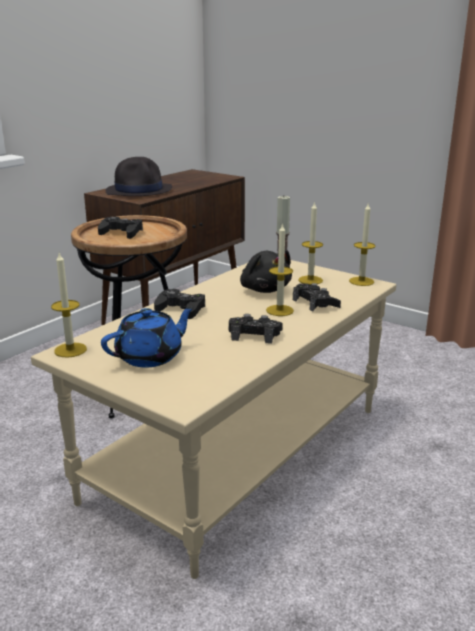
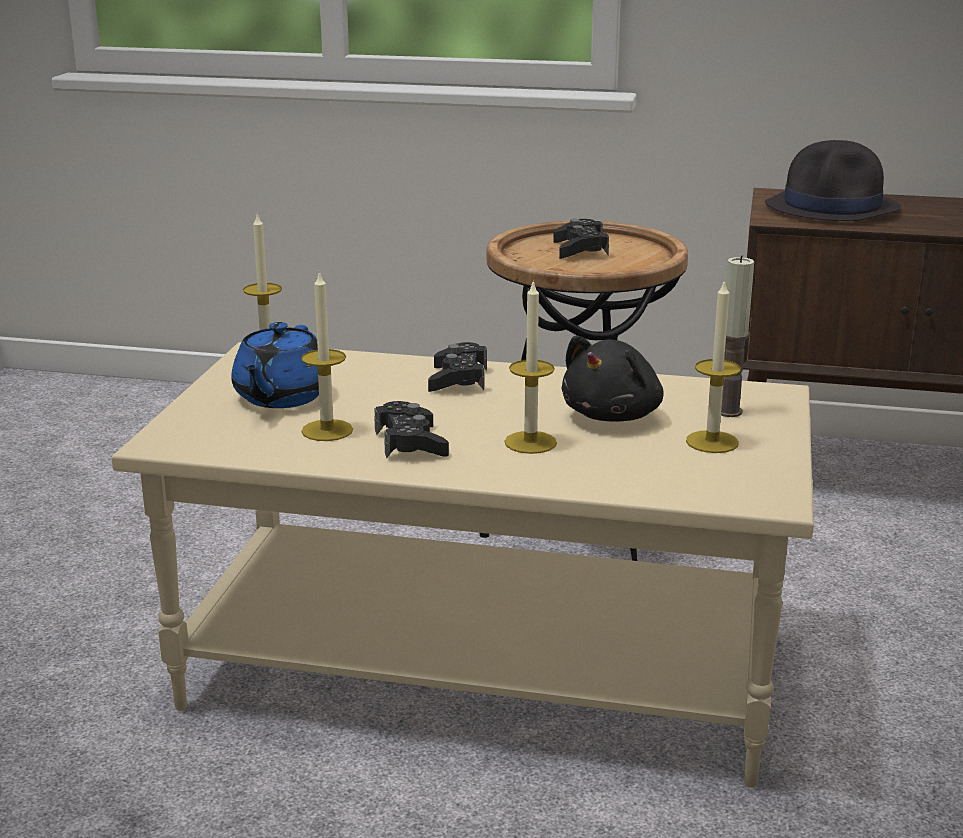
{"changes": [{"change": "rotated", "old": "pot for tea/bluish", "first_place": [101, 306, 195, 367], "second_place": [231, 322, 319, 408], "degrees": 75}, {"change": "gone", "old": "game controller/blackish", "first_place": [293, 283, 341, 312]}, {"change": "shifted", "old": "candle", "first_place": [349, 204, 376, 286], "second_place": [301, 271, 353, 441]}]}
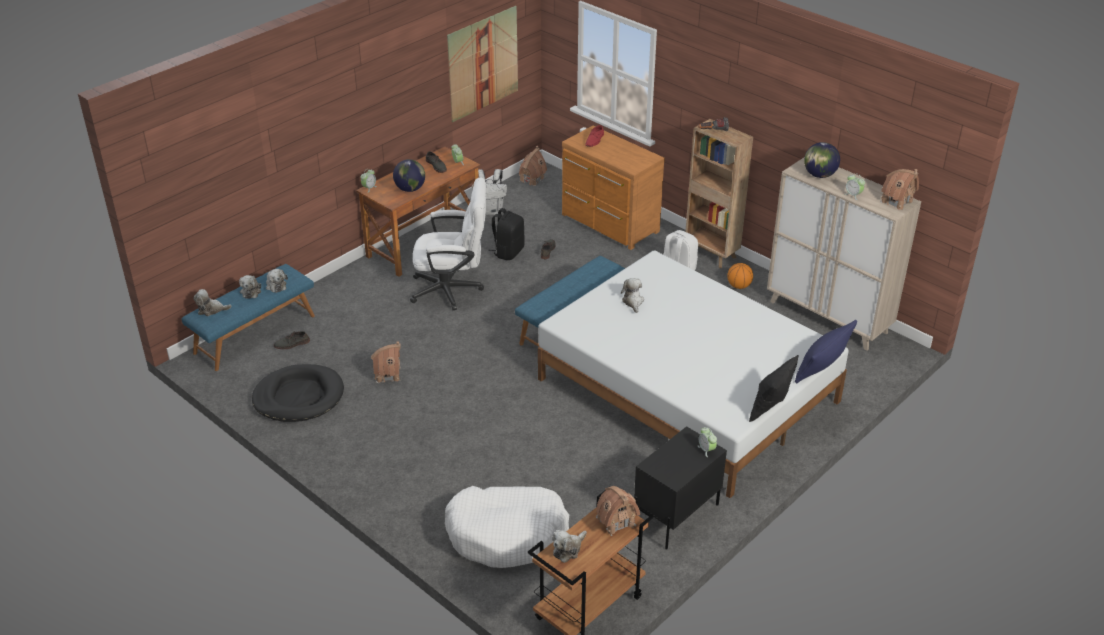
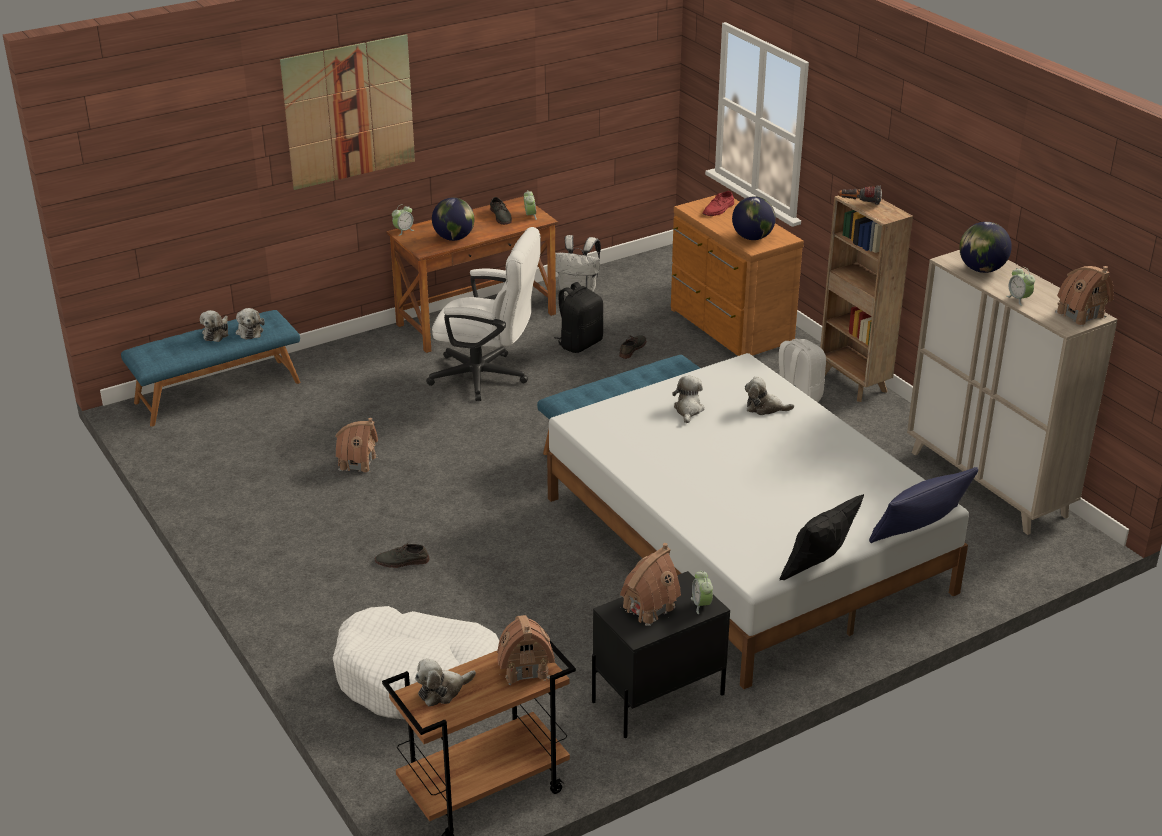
{"changes": [{"change": "shifted", "old": "plush toy", "first_place": [193, 289, 232, 316], "second_place": [745, 377, 794, 415]}, {"change": "gone", "old": "dog cushion/blackish", "first_place": [252, 364, 344, 422]}, {"change": "shifted", "old": "item of footwear/grey", "first_place": [273, 331, 310, 349], "second_place": [375, 542, 430, 568]}, {"change": "shifted", "old": "wall picture", "first_place": [447, 6, 518, 122], "second_place": [280, 34, 415, 190]}, {"change": "shifted", "old": "model house", "first_place": [519, 146, 547, 186], "second_place": [620, 543, 681, 626]}, {"change": "gone", "old": "ball for basketball", "first_place": [727, 263, 753, 289]}, {"change": "new", "new": "globe", "second_place": [732, 196, 776, 240]}]}
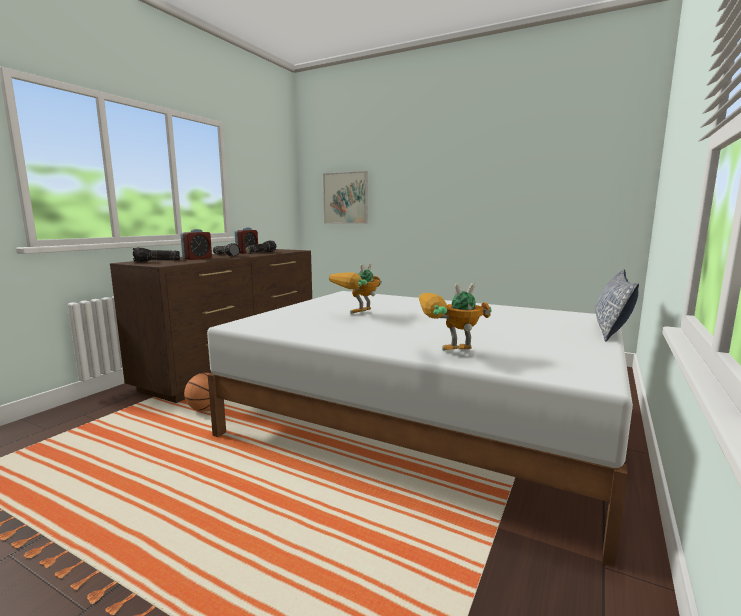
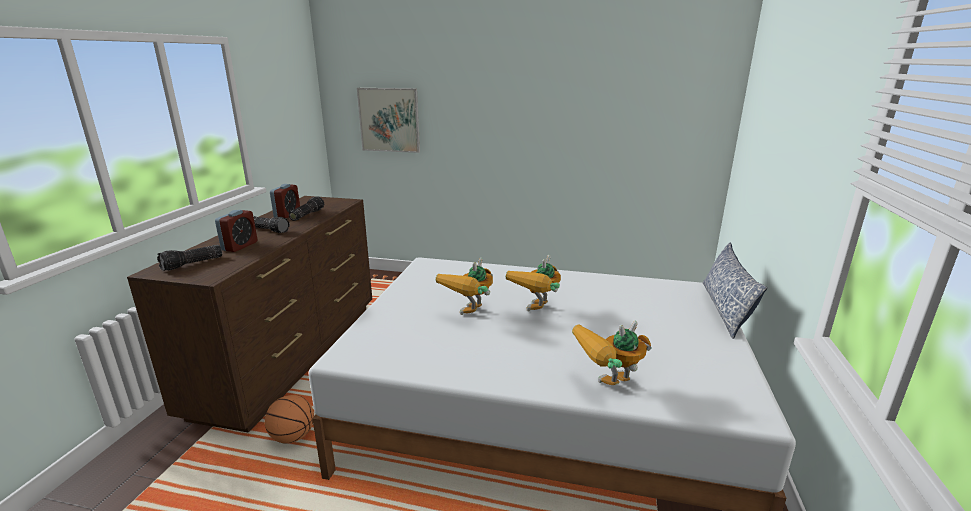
{"changes": [{"change": "new", "new": "robot figure", "second_place": [506, 255, 561, 312]}]}
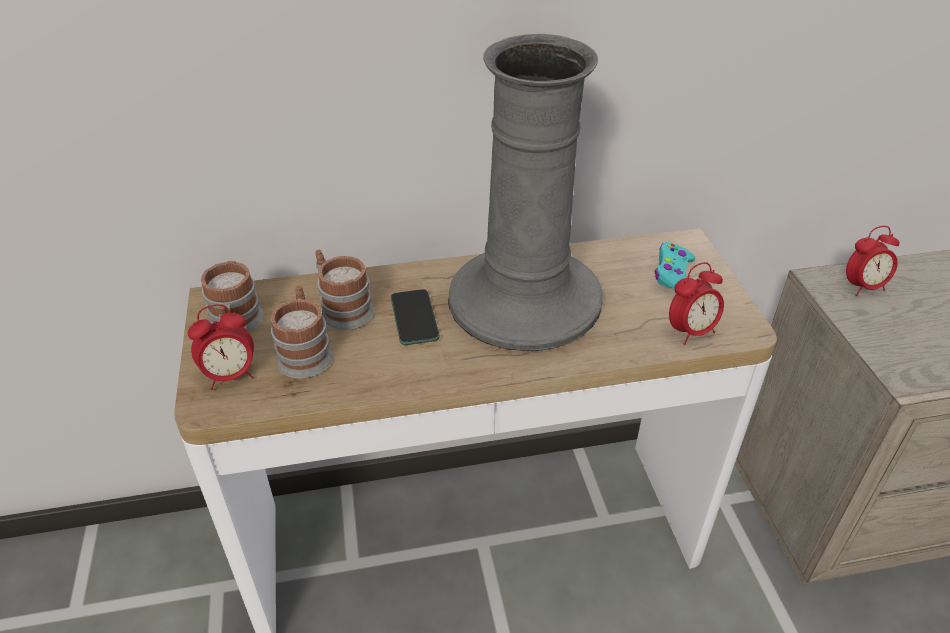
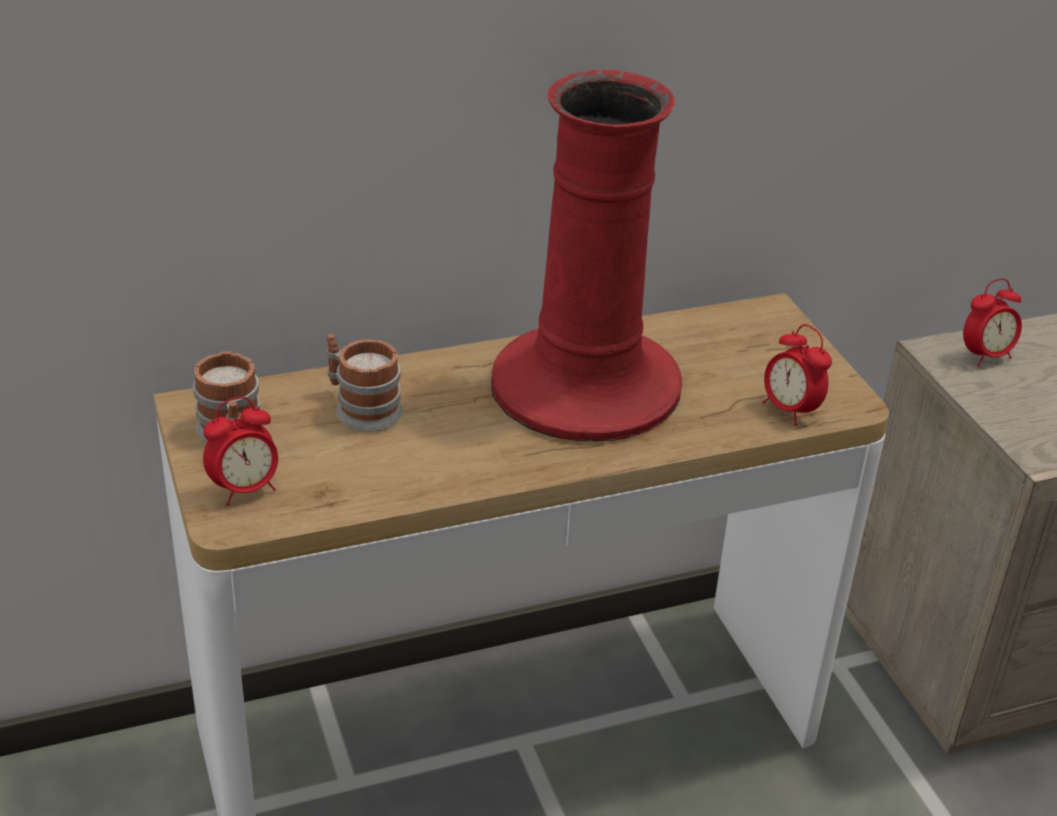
{"changes": [{"change": "gone", "old": "tea mug", "first_place": [271, 285, 333, 378]}, {"change": "gone", "old": "handset", "first_place": [391, 289, 440, 345]}, {"change": "repainted", "old": "flower vase/grey", "new": "flower vase/reddish", "first_place": [448, 34, 603, 351], "second_place": [491, 70, 682, 442]}, {"change": "gone", "old": "game controller/turquoise", "first_place": [655, 242, 696, 290]}, {"change": "rotated", "old": "alarm clock", "first_place": [669, 262, 724, 345], "second_place": [763, 324, 832, 426], "degrees": 90}]}
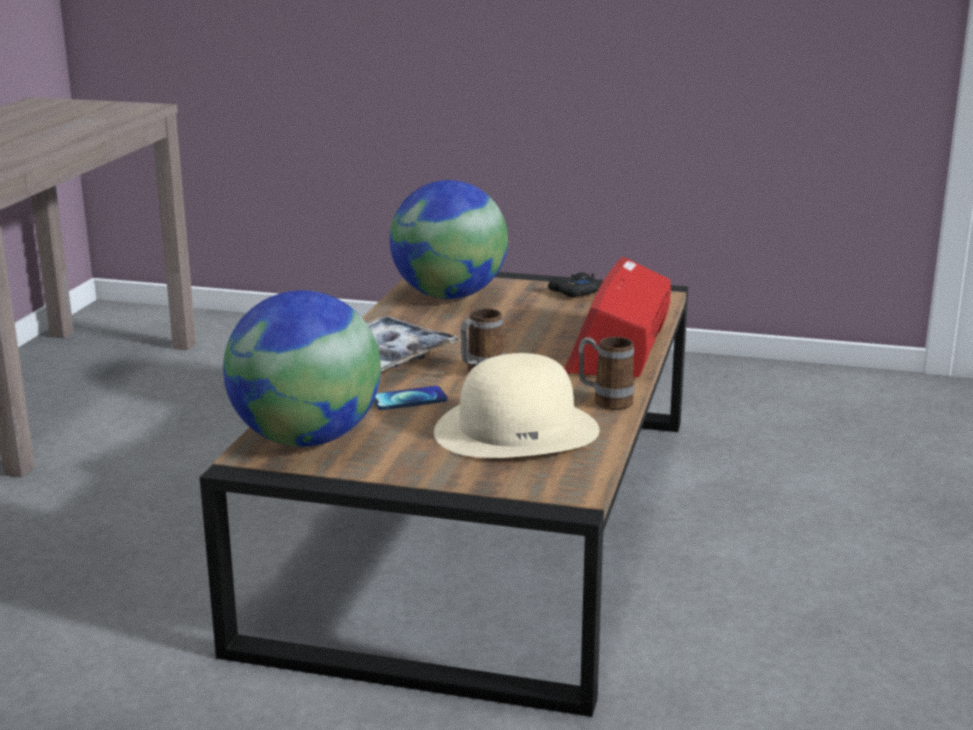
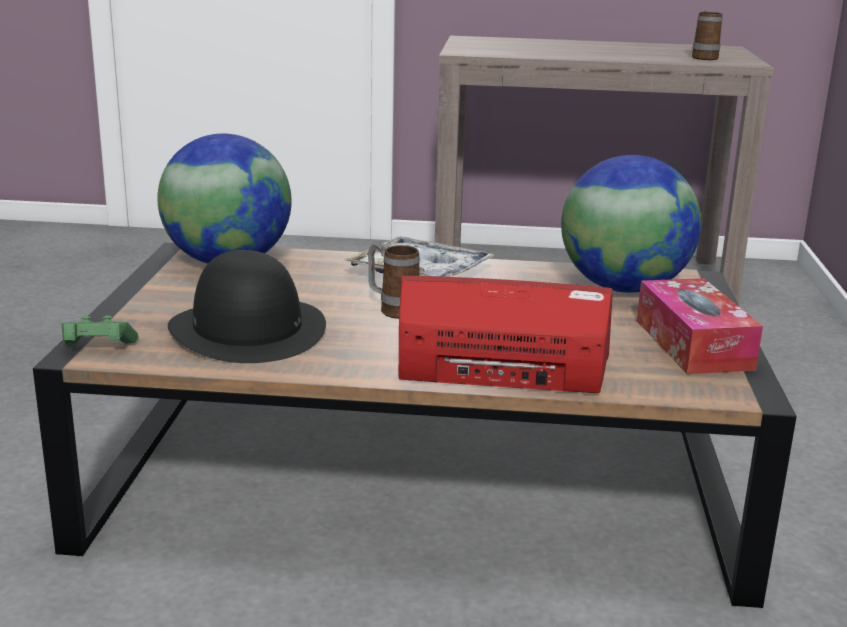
{"changes": [{"change": "gone", "old": "handset", "first_place": [374, 386, 448, 410]}, {"change": "repainted", "old": "hat/sand-coloured", "new": "hat/blackish", "first_place": [434, 353, 600, 458], "second_place": [168, 250, 326, 363]}, {"change": "swapped", "old": "game controller/blackish", "new": "tissue box", "first_place": [548, 272, 601, 297], "second_place": [637, 278, 763, 374]}, {"change": "shifted", "old": "tea mug", "first_place": [579, 337, 634, 410], "second_place": [692, 9, 722, 60]}, {"change": "new", "new": "game controller/greenish", "second_place": [61, 315, 138, 344]}]}
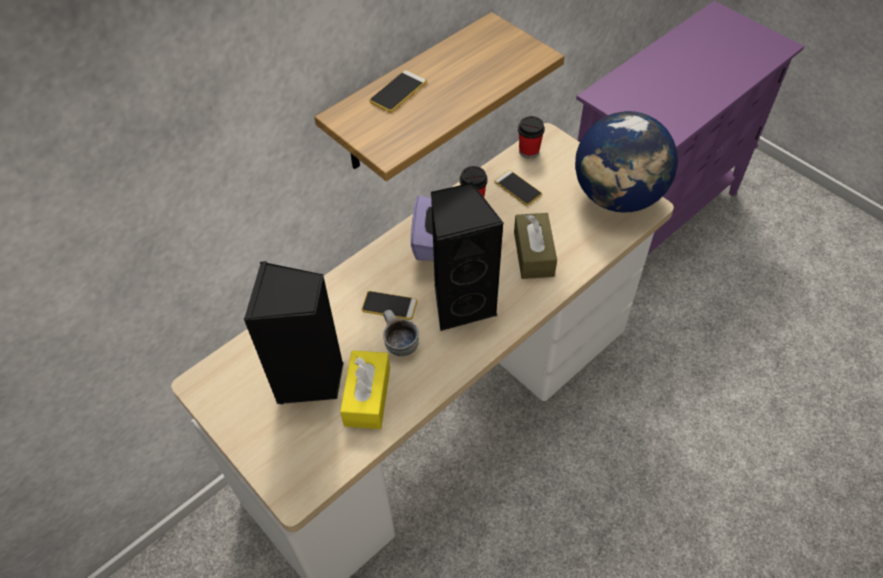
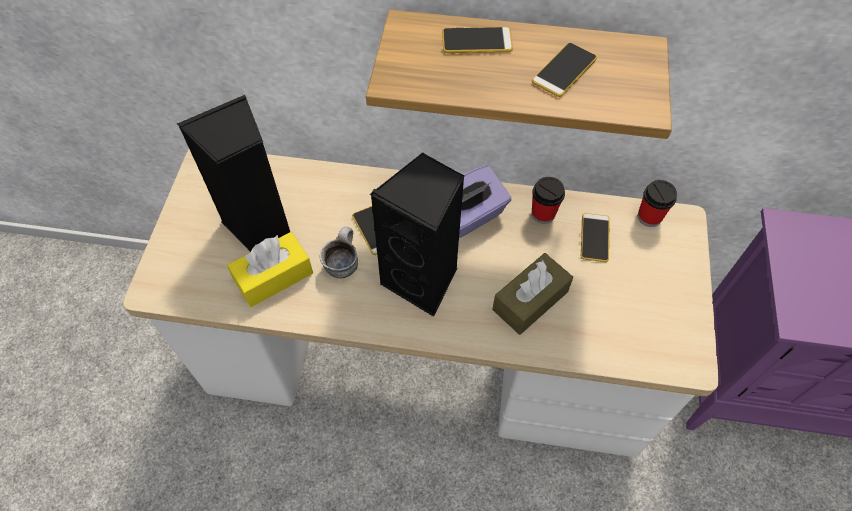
{"changes": [{"change": "gone", "old": "globe", "first_place": [575, 111, 678, 213]}, {"change": "new", "new": "handset", "second_place": [532, 43, 597, 97]}]}
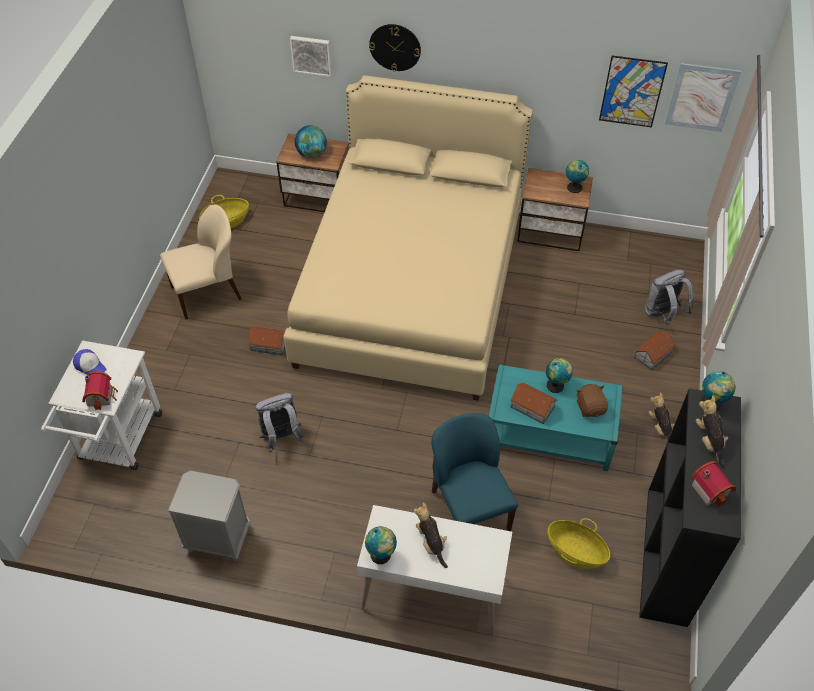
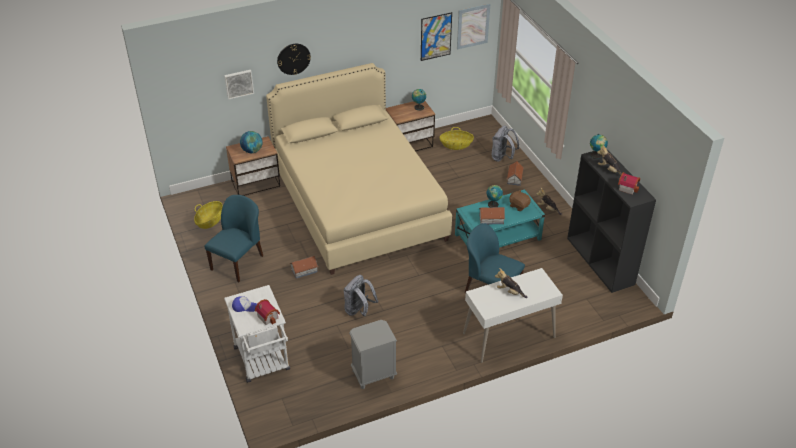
{"changes": [{"change": "repainted", "old": "upright chair/sand-coloured", "new": "upright chair/bluish", "first_place": [160, 204, 242, 320], "second_place": [204, 195, 263, 282]}, {"change": "gone", "old": "globe", "first_place": [365, 526, 397, 564]}, {"change": "shifted", "old": "household basket", "first_place": [547, 518, 610, 569], "second_place": [440, 127, 474, 150]}]}
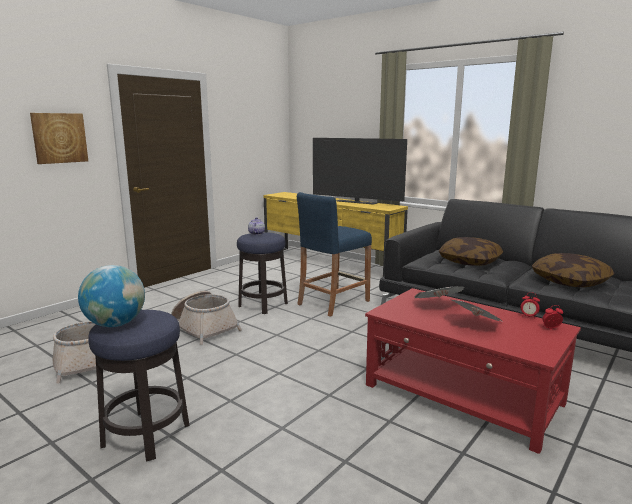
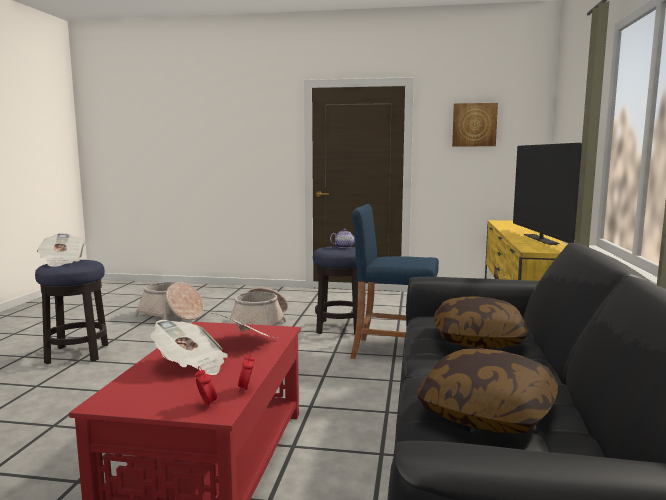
{"changes": [{"change": "shifted", "old": "wall picture", "first_place": [30, 113, 88, 164], "second_place": [452, 103, 498, 146]}, {"change": "swapped", "old": "globe", "new": "printed paper", "first_place": [78, 265, 145, 327], "second_place": [37, 233, 86, 267]}]}
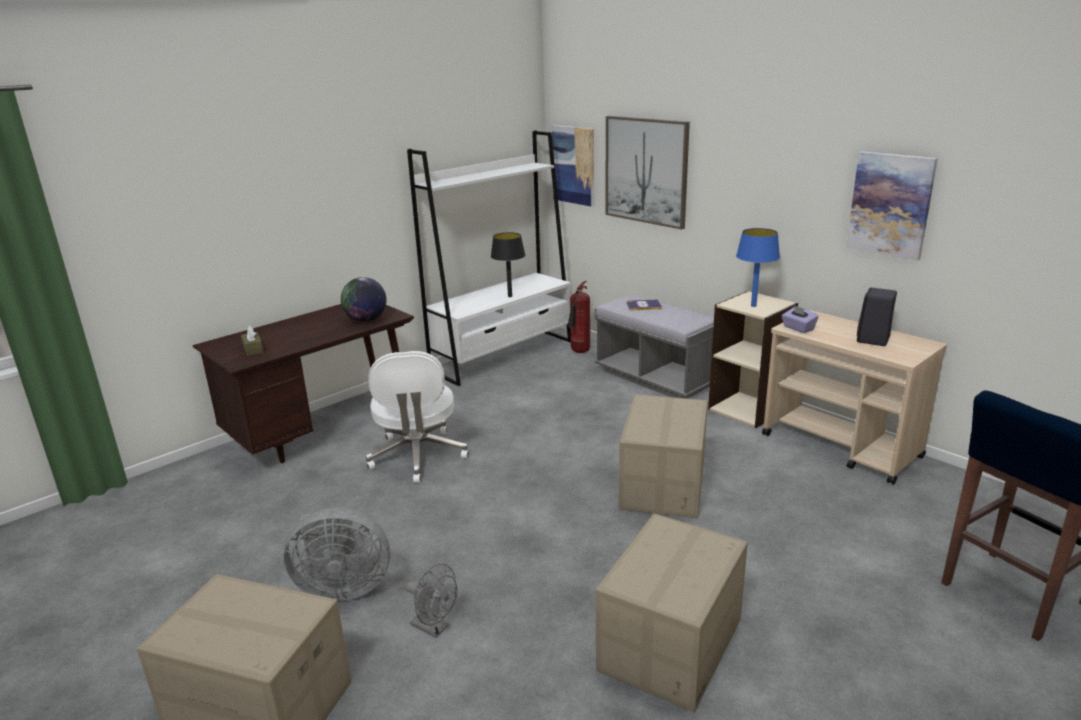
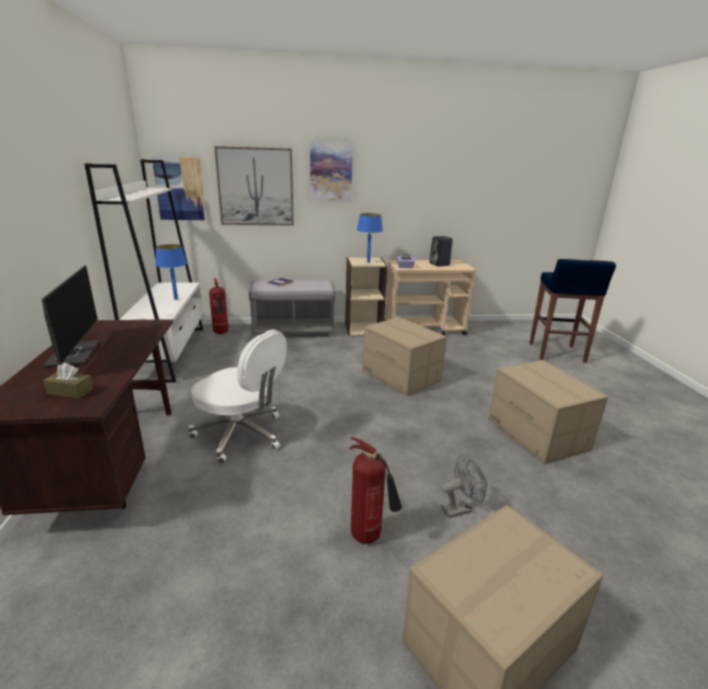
{"changes": [{"change": "swapped", "old": "fan/grey", "new": "fire-fighting cylinder", "first_place": [284, 508, 390, 601], "second_place": [350, 437, 402, 544]}, {"change": "gone", "old": "globe", "first_place": [341, 277, 387, 322]}, {"change": "repainted", "old": "table lamp/blackish", "new": "table lamp/bluish", "first_place": [491, 232, 525, 297], "second_place": [155, 244, 187, 300]}, {"change": "shifted", "old": "wall picture", "first_place": [846, 151, 938, 261], "second_place": [310, 142, 353, 202]}, {"change": "new", "new": "monitor", "second_place": [42, 265, 99, 367]}]}
